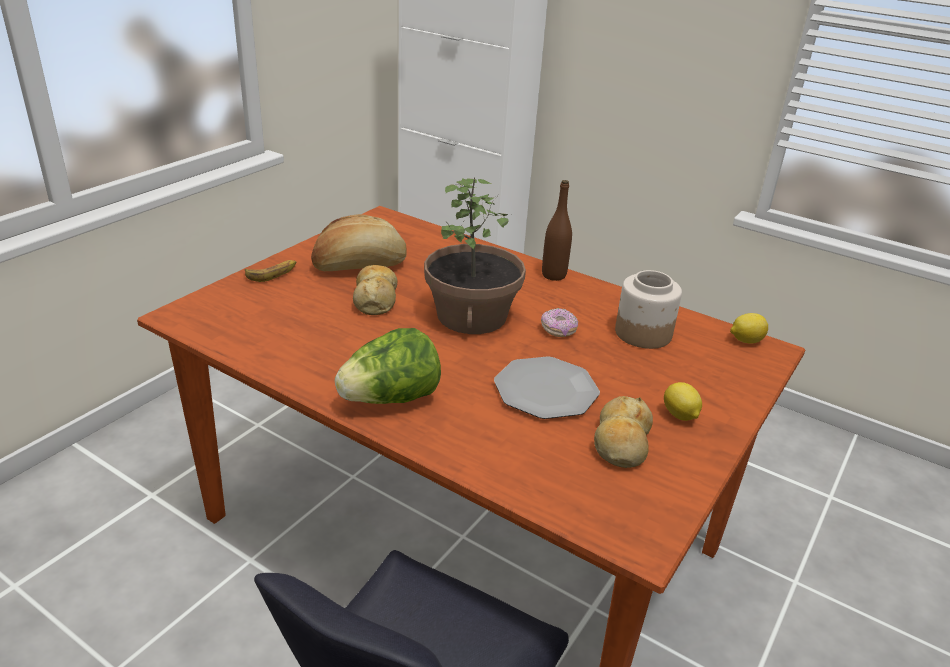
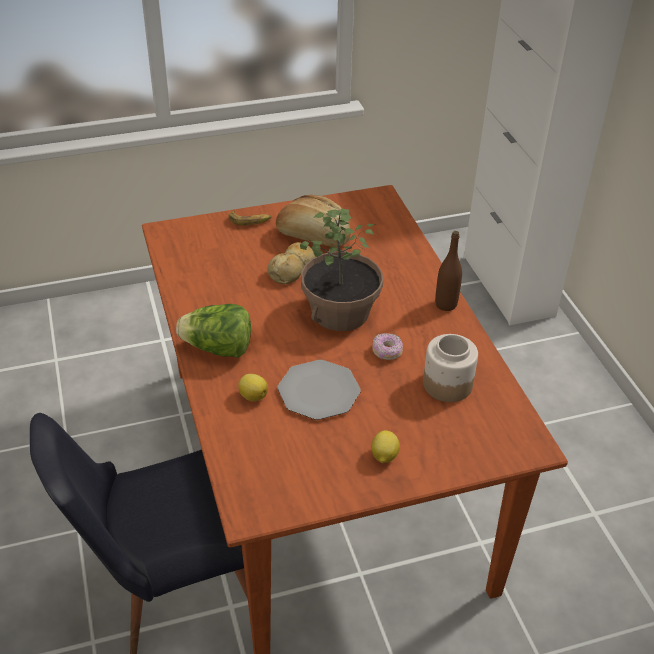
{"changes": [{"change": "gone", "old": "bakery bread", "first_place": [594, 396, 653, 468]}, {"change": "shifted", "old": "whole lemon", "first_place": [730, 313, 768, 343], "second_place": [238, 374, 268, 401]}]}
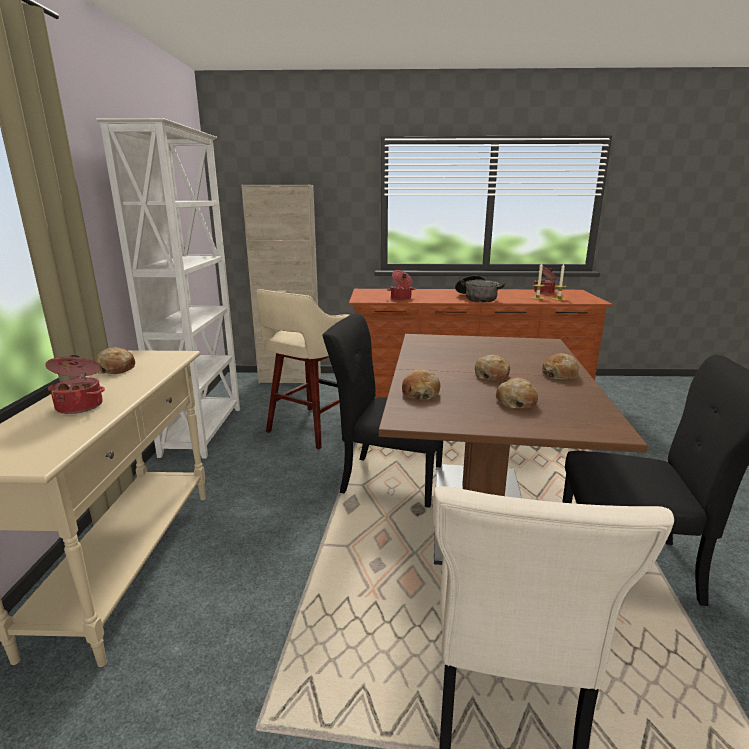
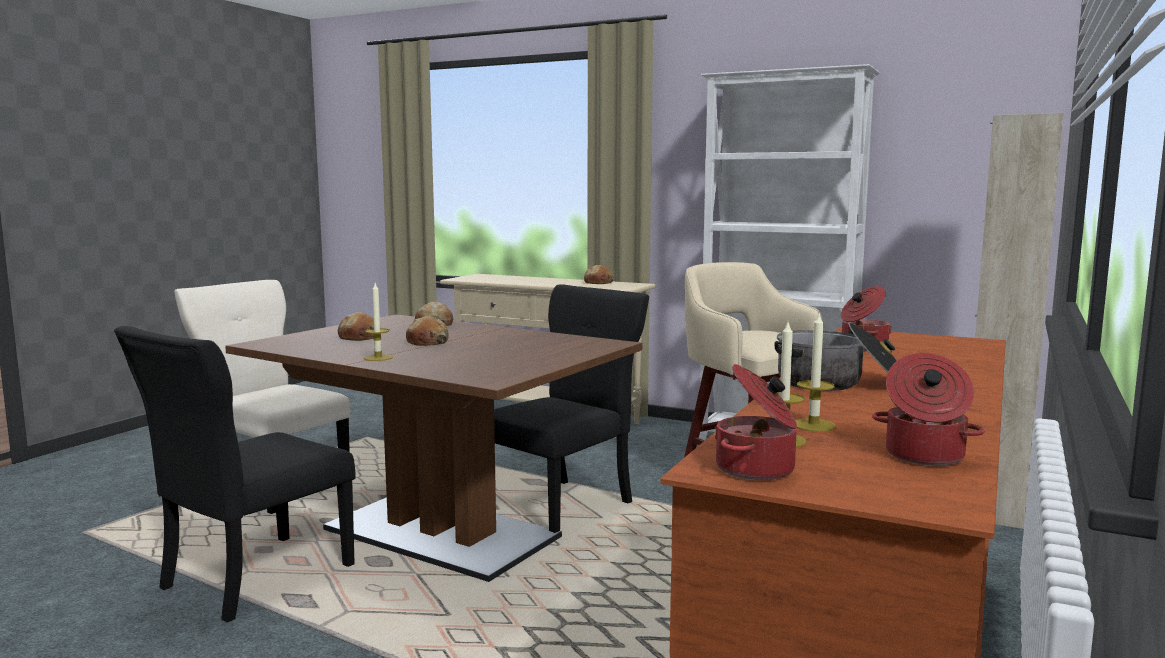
{"changes": [{"change": "shifted", "old": "saucepot", "first_place": [45, 355, 105, 414], "second_place": [715, 364, 797, 480]}, {"change": "swapped", "old": "bakery bread", "new": "candle", "first_place": [542, 353, 579, 380], "second_place": [364, 283, 393, 361]}]}
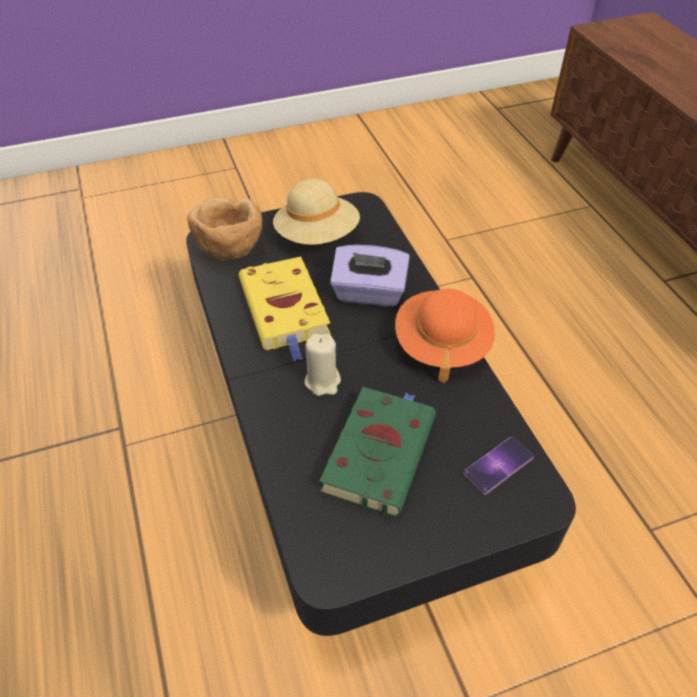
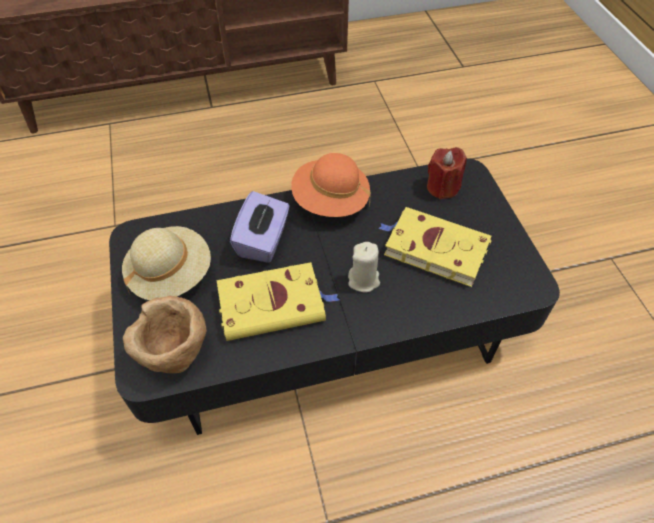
{"changes": [{"change": "repainted", "old": "volume/greenish", "new": "volume/yellowish", "first_place": [319, 387, 436, 517], "second_place": [378, 207, 491, 287]}, {"change": "swapped", "old": "handset", "new": "candle/reddish", "first_place": [463, 437, 534, 495], "second_place": [427, 147, 467, 200]}]}
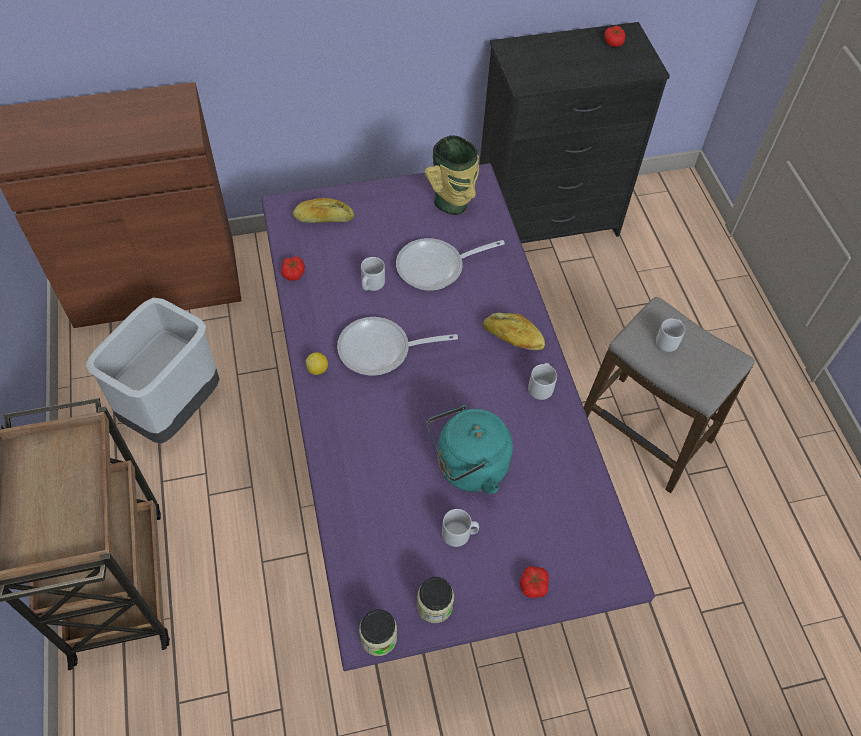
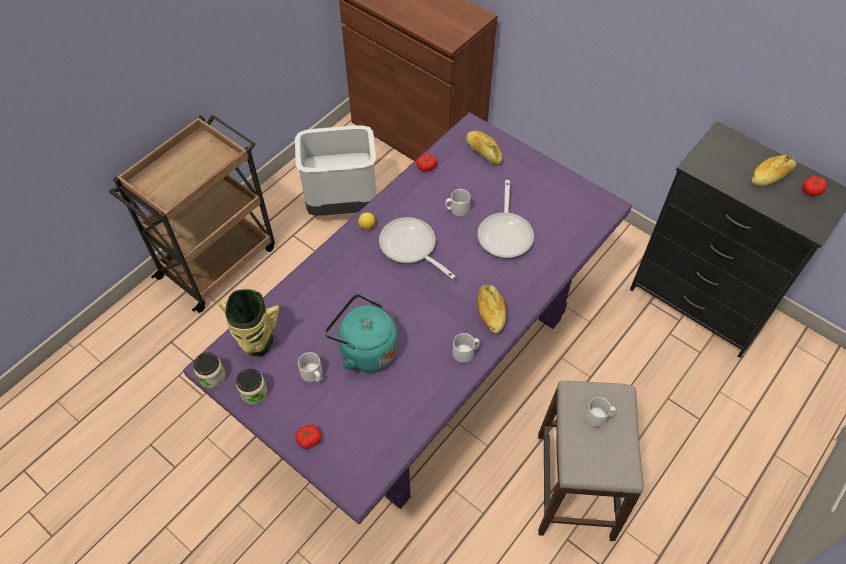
{"changes": [{"change": "rotated", "old": "frying pan", "first_place": [396, 238, 505, 291], "second_place": [478, 180, 534, 258], "degrees": -120}, {"change": "shifted", "old": "flower vase", "first_place": [425, 135, 479, 215], "second_place": [219, 289, 279, 356]}, {"change": "new", "new": "bakery bread", "second_place": [751, 155, 797, 186]}]}
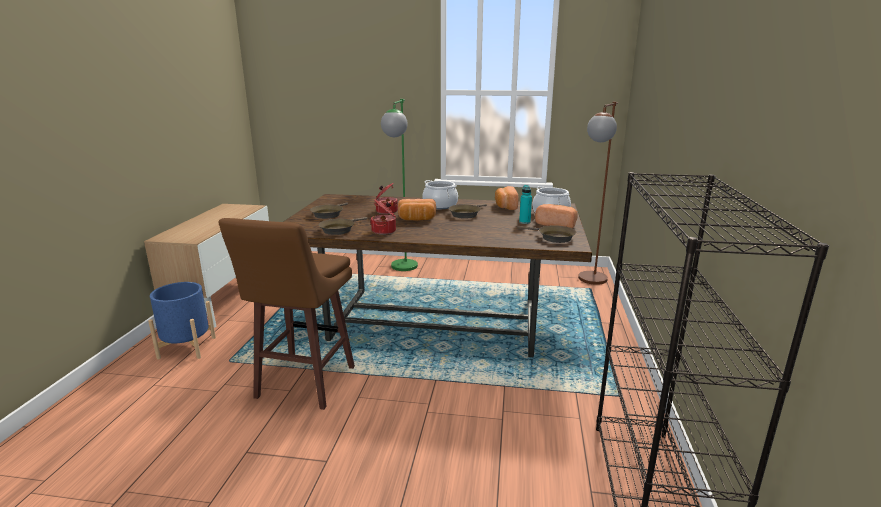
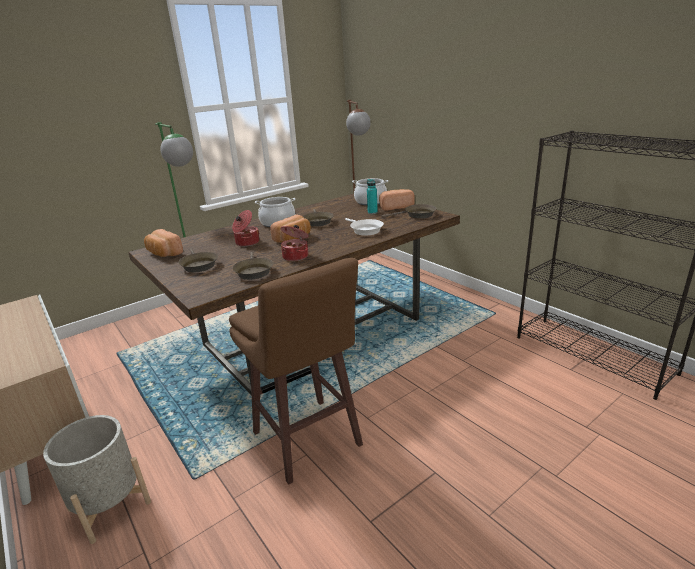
{"changes": [{"change": "repainted", "old": "plant pot/bluish", "new": "plant pot/grey", "first_place": [148, 282, 216, 360], "second_place": [43, 415, 151, 544]}, {"change": "shifted", "old": "bakery bread", "first_place": [495, 186, 518, 210], "second_place": [144, 229, 183, 257]}, {"change": "new", "new": "frying pan/whitish", "second_place": [345, 218, 384, 236]}]}
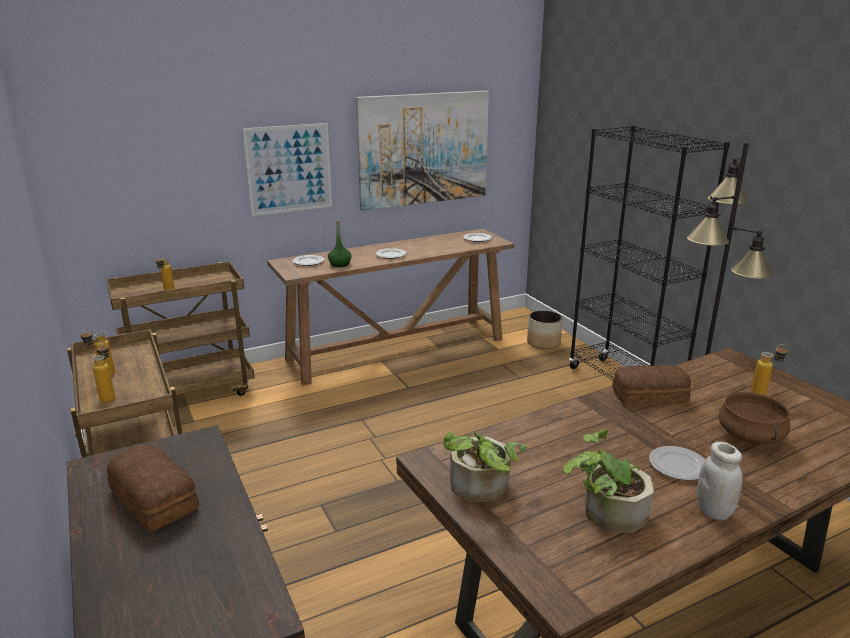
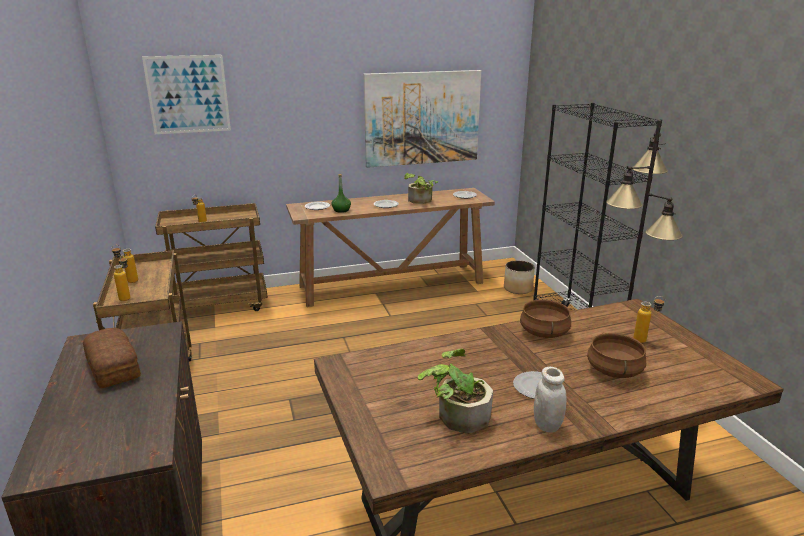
{"changes": [{"change": "shifted", "old": "wall picture", "first_place": [242, 123, 332, 216], "second_place": [142, 55, 231, 134]}, {"change": "shifted", "old": "potted plant", "first_place": [443, 432, 528, 502], "second_place": [404, 173, 439, 204]}, {"change": "swapped", "old": "bakery bread", "new": "saucepot/brown-coloured", "first_place": [612, 365, 691, 406], "second_place": [520, 299, 571, 338]}]}
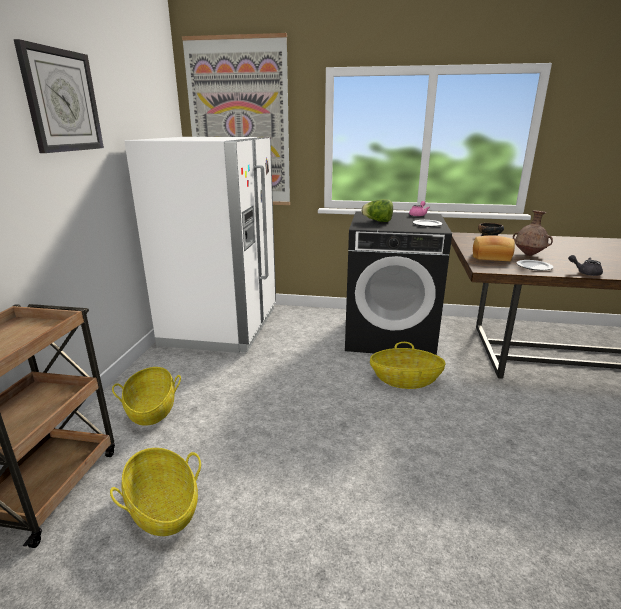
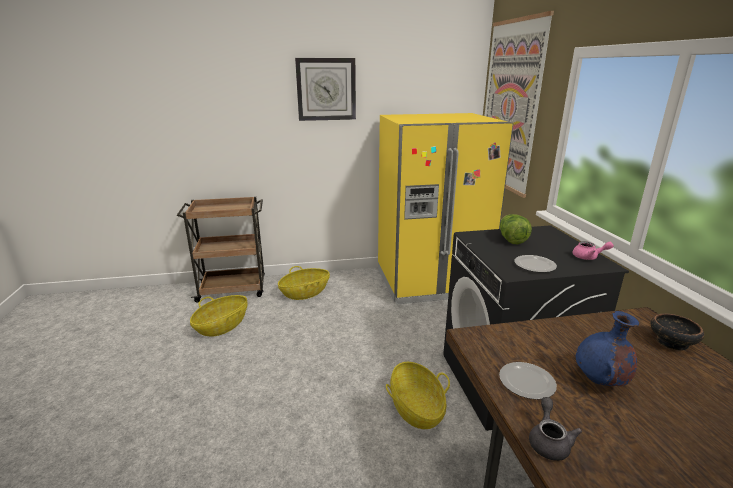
{"changes": [{"change": "repainted", "old": "kitchen fridge/whitish", "new": "kitchen fridge/yellowish", "first_place": [124, 137, 276, 353], "second_place": [378, 113, 513, 304]}, {"change": "gone", "old": "bakery bread", "first_place": [473, 235, 515, 261]}, {"change": "repainted", "old": "flower vase/brown-coloured", "new": "flower vase/bluish", "first_place": [513, 210, 553, 256], "second_place": [576, 311, 639, 386]}]}
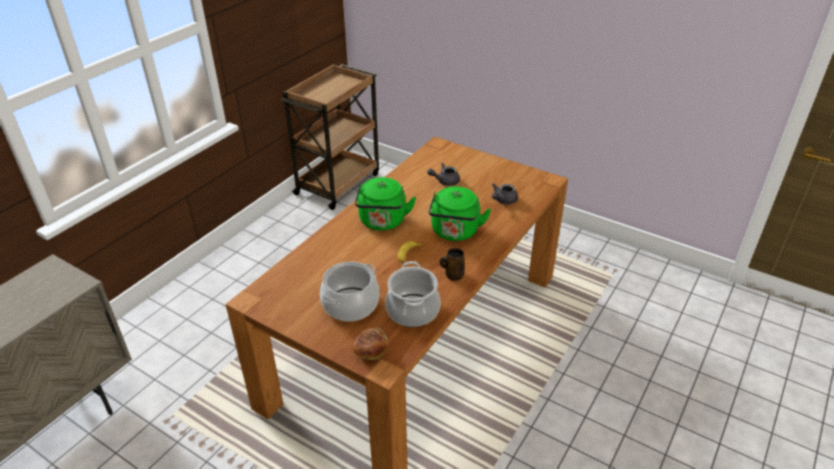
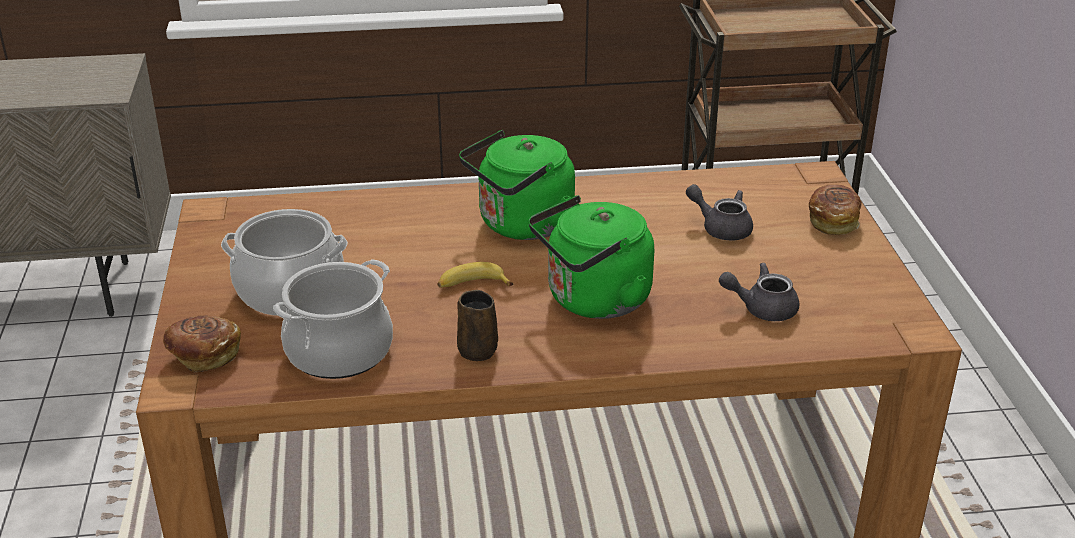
{"changes": [{"change": "new", "new": "bakery bread", "second_place": [809, 185, 862, 235]}]}
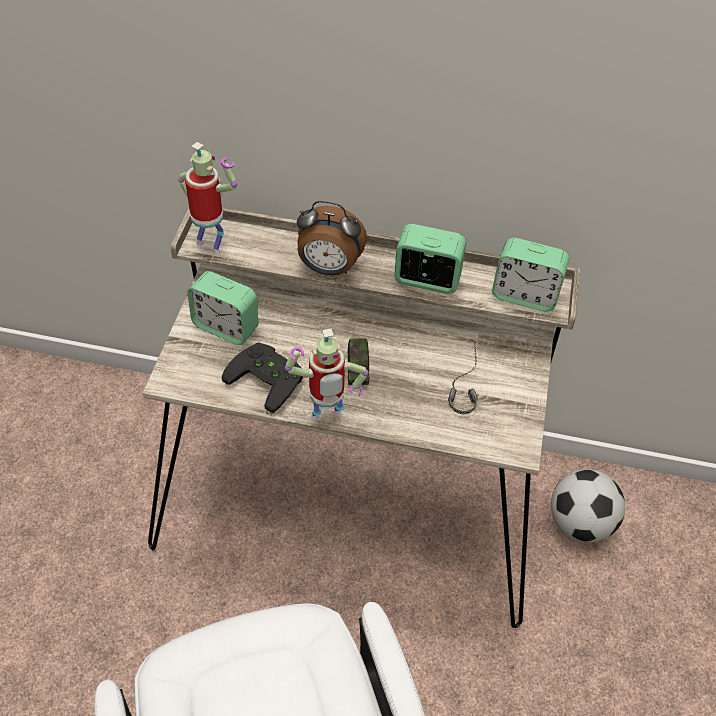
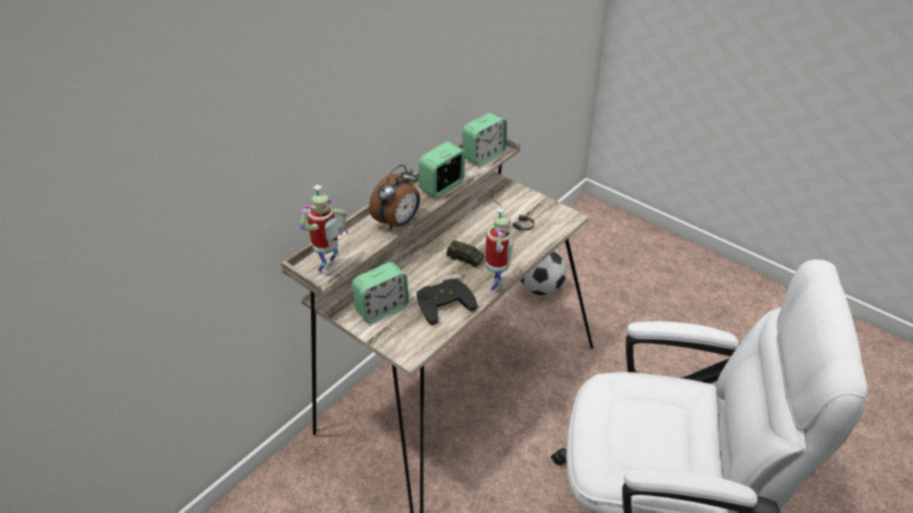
{"changes": [{"change": "rotated", "old": "robot figure", "first_place": [178, 142, 237, 255], "second_place": [300, 185, 348, 275], "degrees": 150}]}
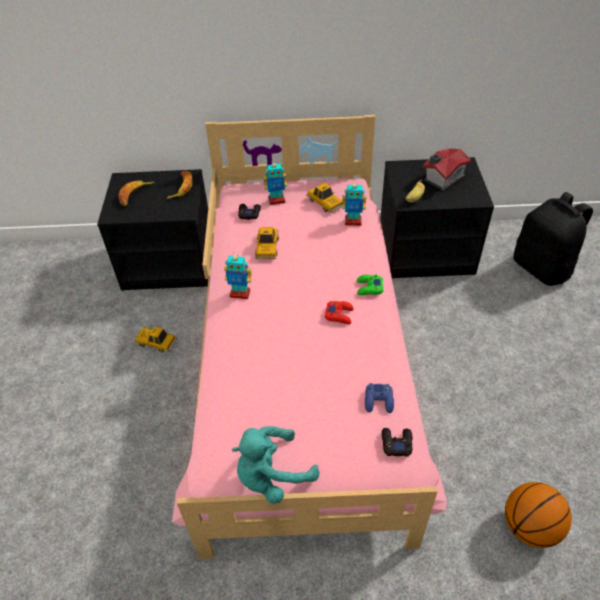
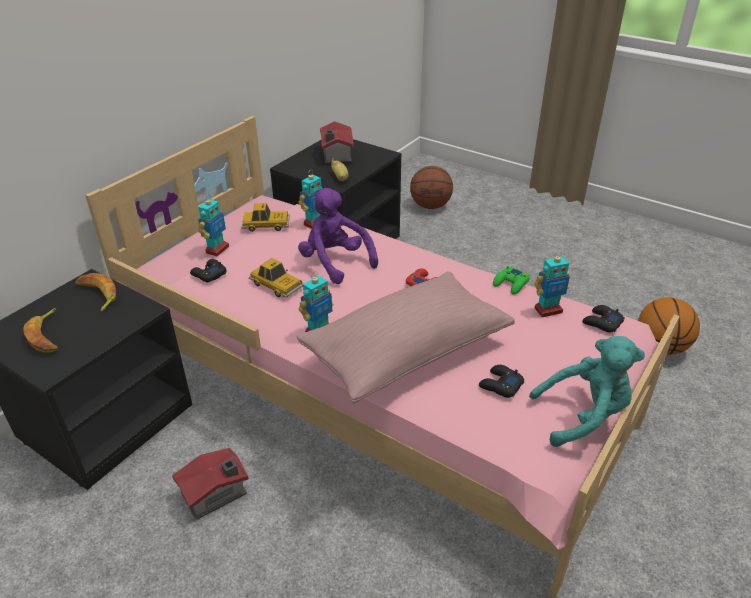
{"changes": [{"change": "swapped", "old": "miniature car", "new": "model house", "first_place": [135, 327, 177, 352], "second_place": [172, 448, 249, 520]}, {"change": "rotated", "old": "plush toy/turquoise", "first_place": [232, 426, 319, 504], "second_place": [529, 336, 645, 447], "degrees": -105}, {"change": "shifted", "old": "game controller/greenish", "first_place": [357, 274, 383, 295], "second_place": [493, 266, 530, 295]}, {"change": "swapped", "old": "game controller/bluish", "new": "robot figure", "first_place": [365, 383, 394, 413], "second_place": [534, 251, 570, 317]}, {"change": "swapped", "old": "backpack/blackish", "new": "ball for basketball", "first_place": [513, 192, 593, 286], "second_place": [410, 166, 453, 209]}, {"change": "new", "new": "throw pillow/pink-coloured", "second_place": [297, 271, 515, 403]}, {"change": "new", "new": "plush toy/purple-coloured", "second_place": [298, 188, 378, 284]}, {"change": "new", "new": "game controller/blackish", "second_place": [479, 365, 525, 398]}]}
